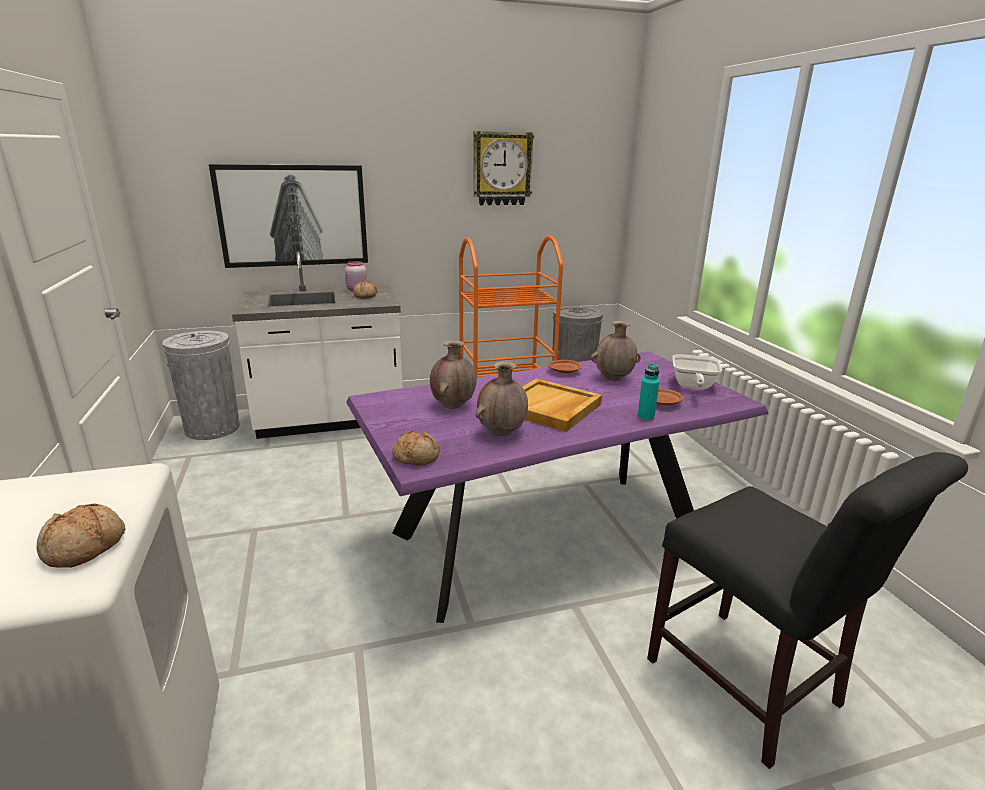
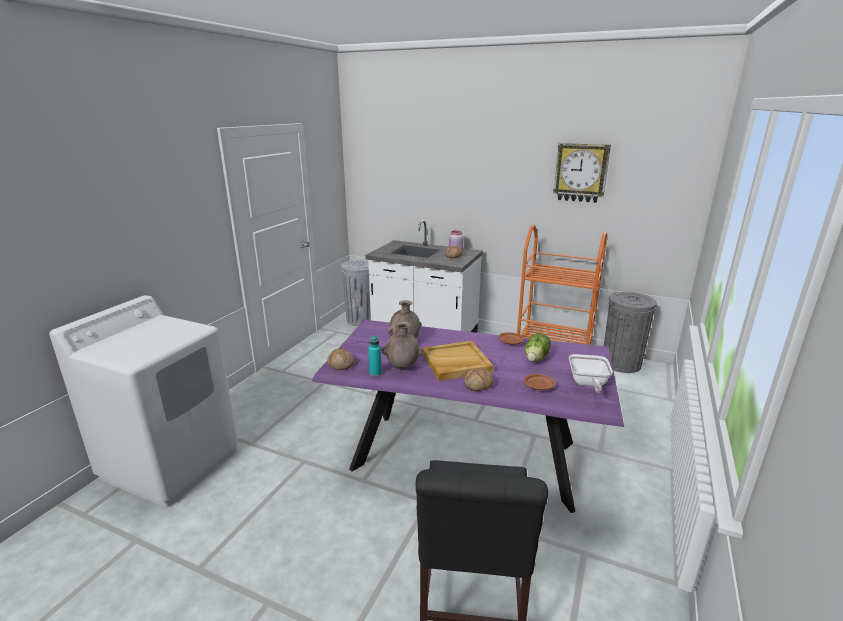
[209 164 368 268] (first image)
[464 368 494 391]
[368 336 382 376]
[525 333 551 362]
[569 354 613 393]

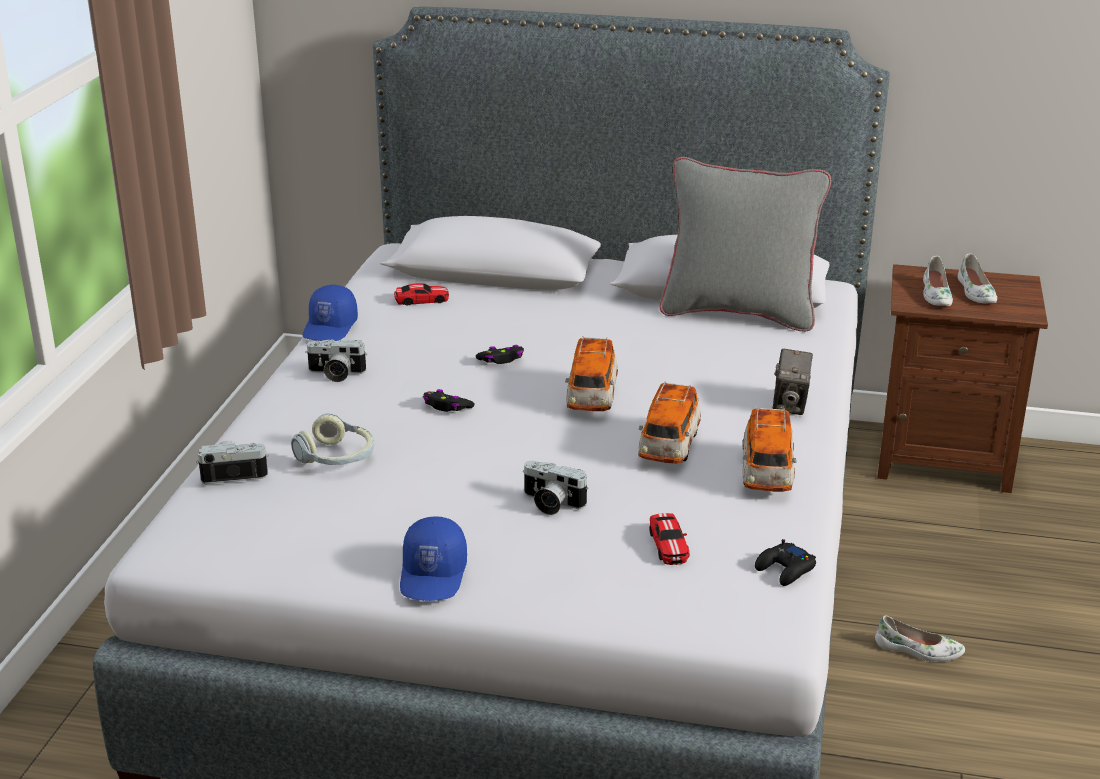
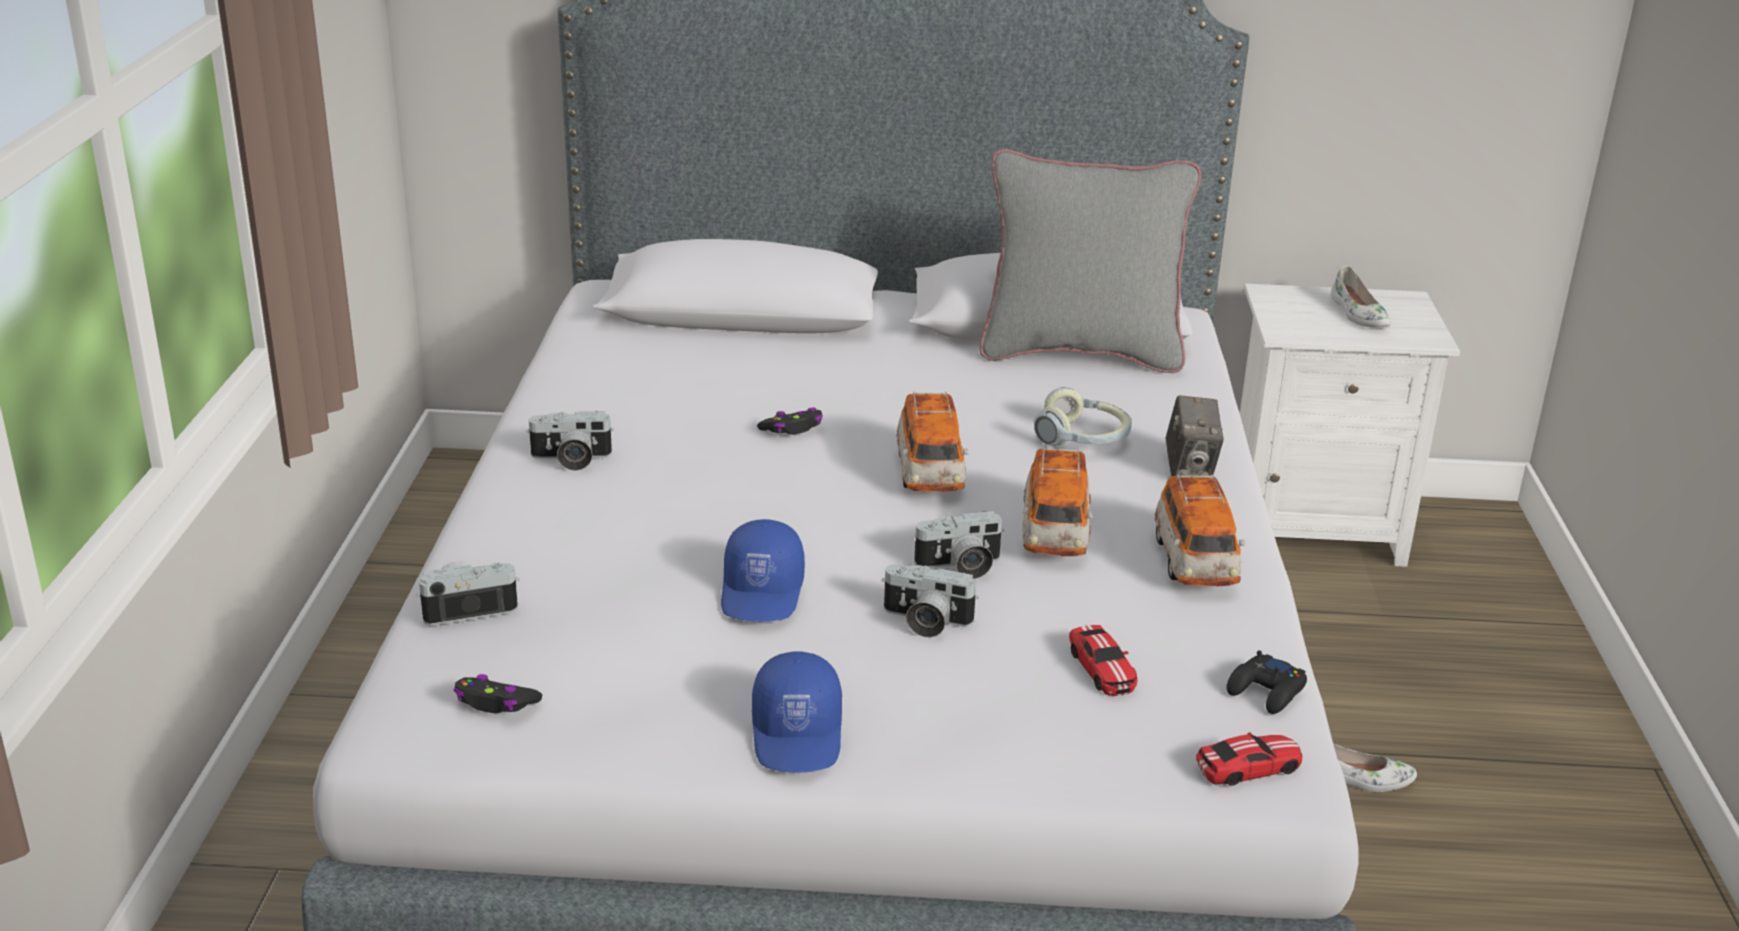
[923 256 953 306] (first image)
[912 511 1004 579]
[1034 387 1132 446]
[721 519 805 622]
[1196 732 1303 786]
[453 674 543 713]
[1240 284 1460 567]

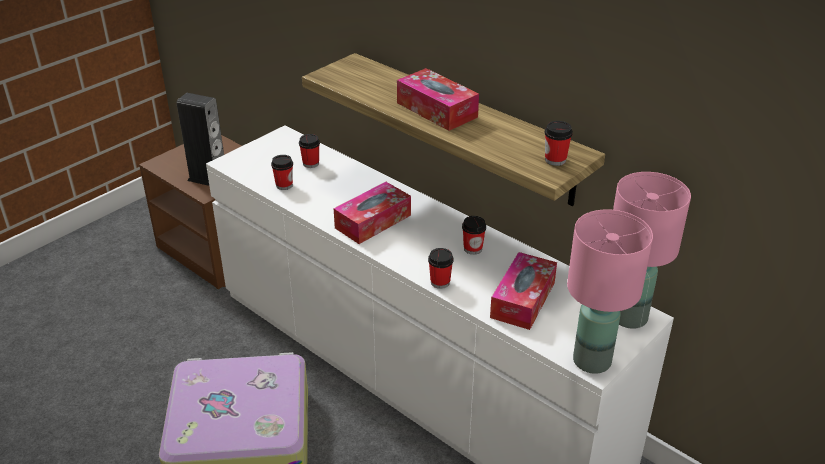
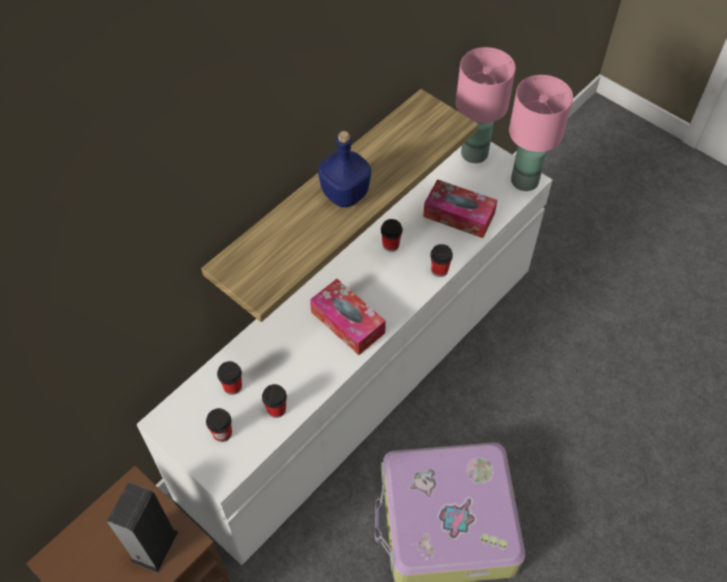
[206 408 232 442]
[318 131 371 208]

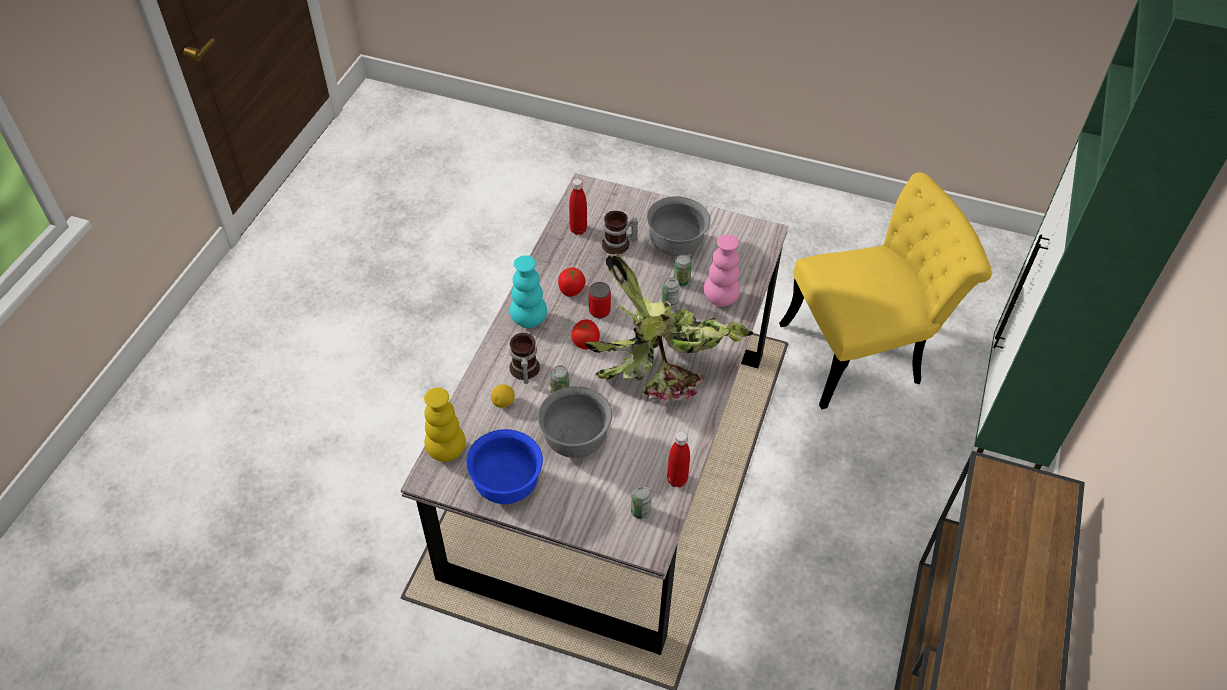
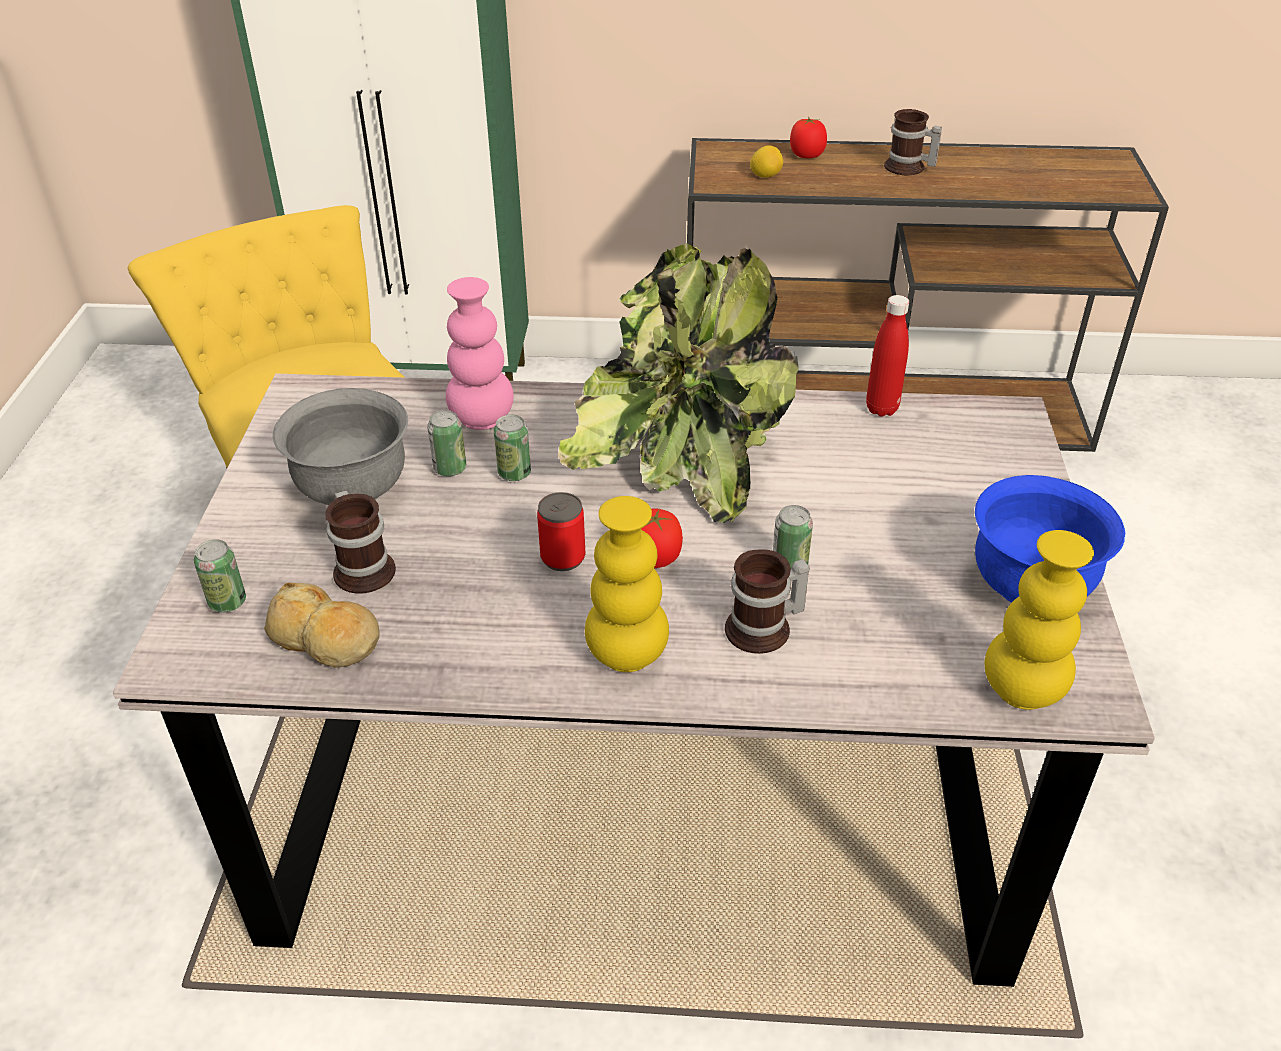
[538 386 612 458] (first image)
[884 109 942 175]
[750 146 783 178]
[790 117 827 158]
[194 539 246 613]
[264 583 379 668]
[585 496 669 672]

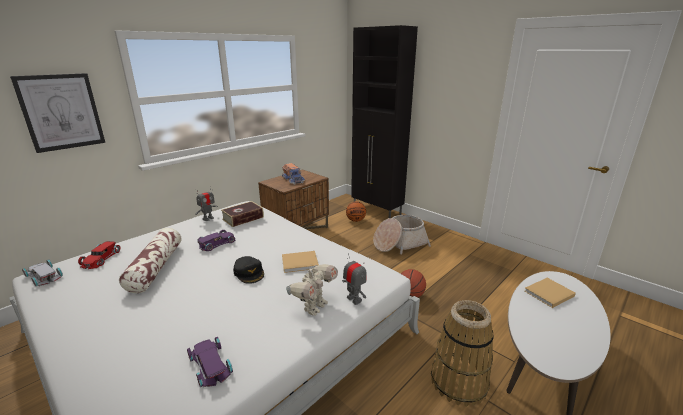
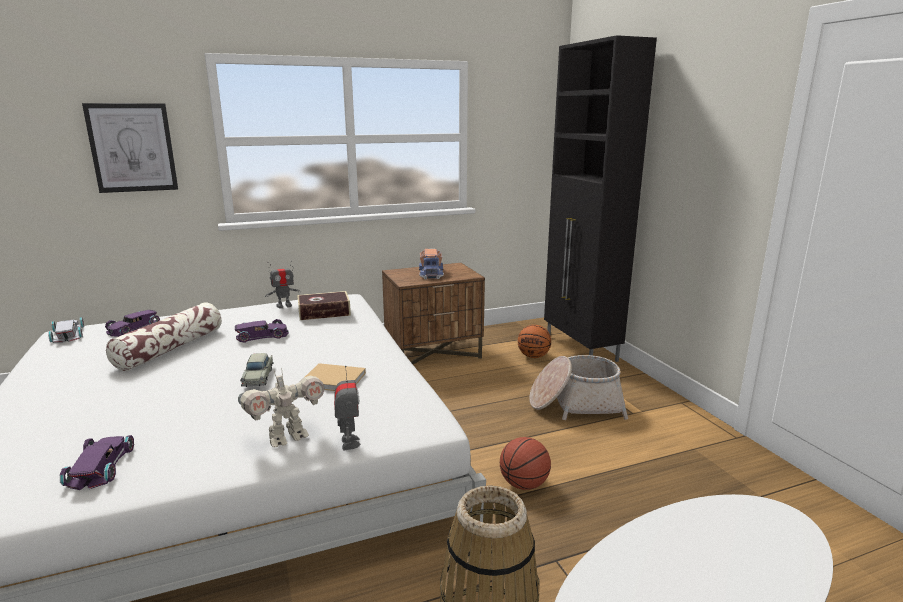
[524 278 576 308] (first image)
[240 353 274 387]
[105 310 160 337]

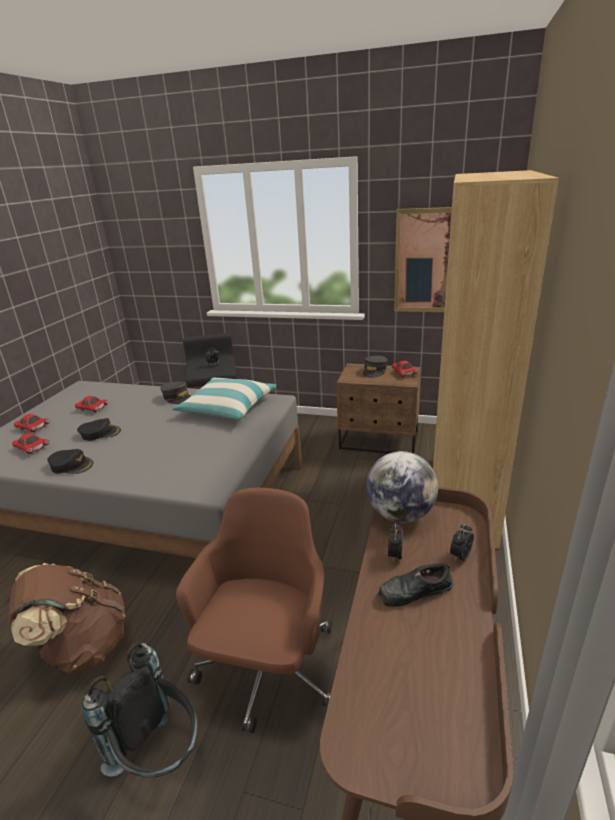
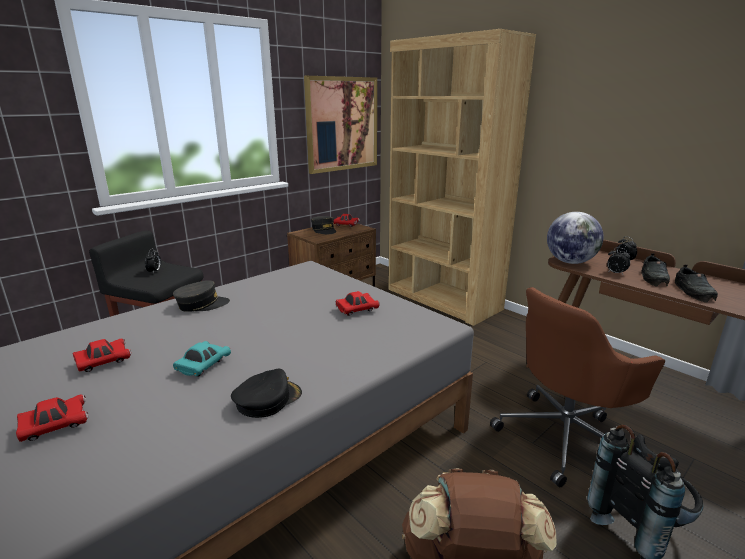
[173 377 276 420] (first image)
[675 264 718 303]
[336 291 380 316]
[173 341 231 377]
[490 287 665 488]

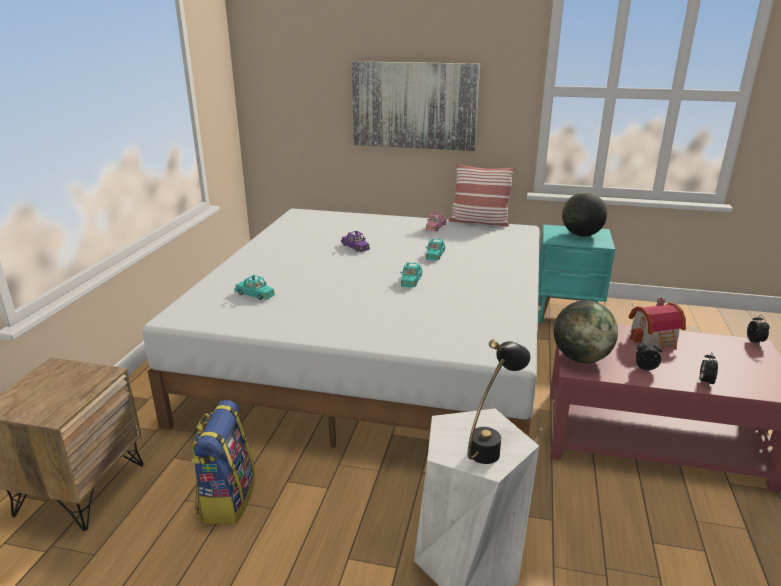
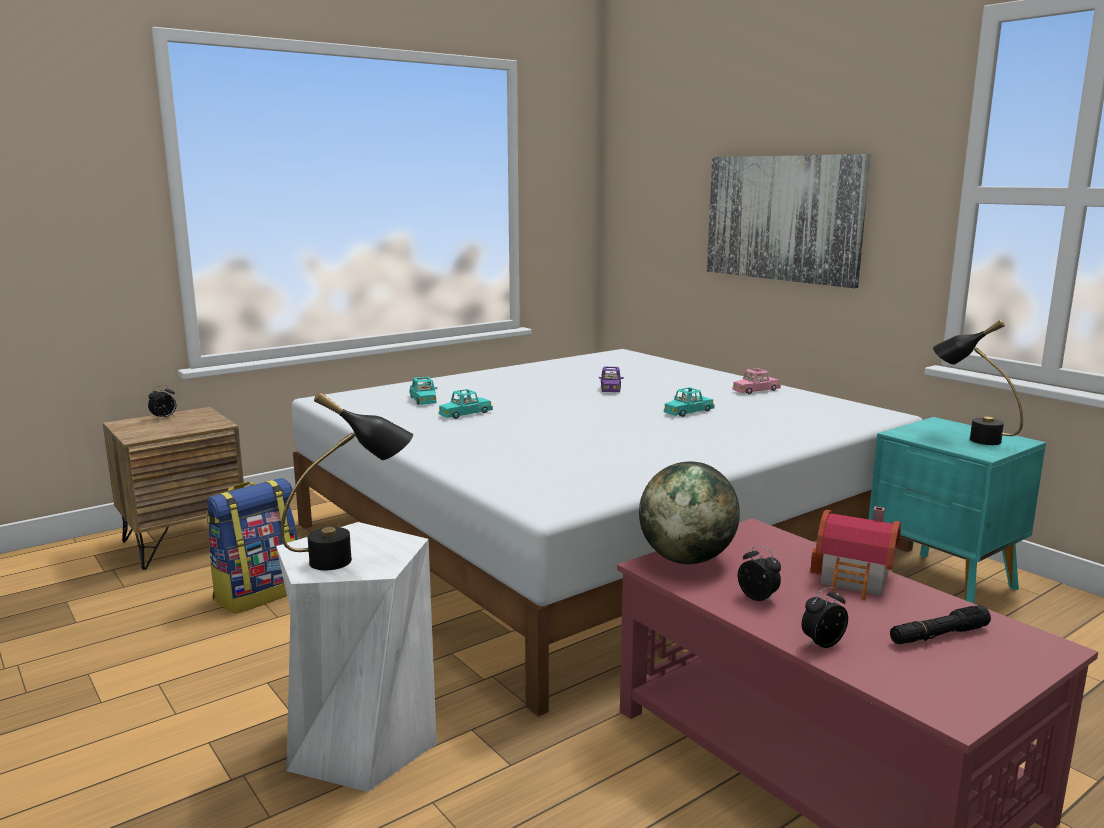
[449 163 516 227] (first image)
[890 605 991 644]
[439 389 493 419]
[148 385 176 419]
[933 320 1023 445]

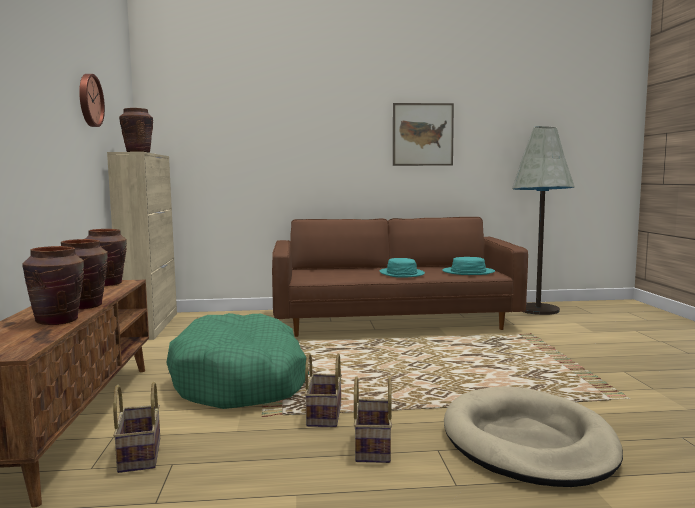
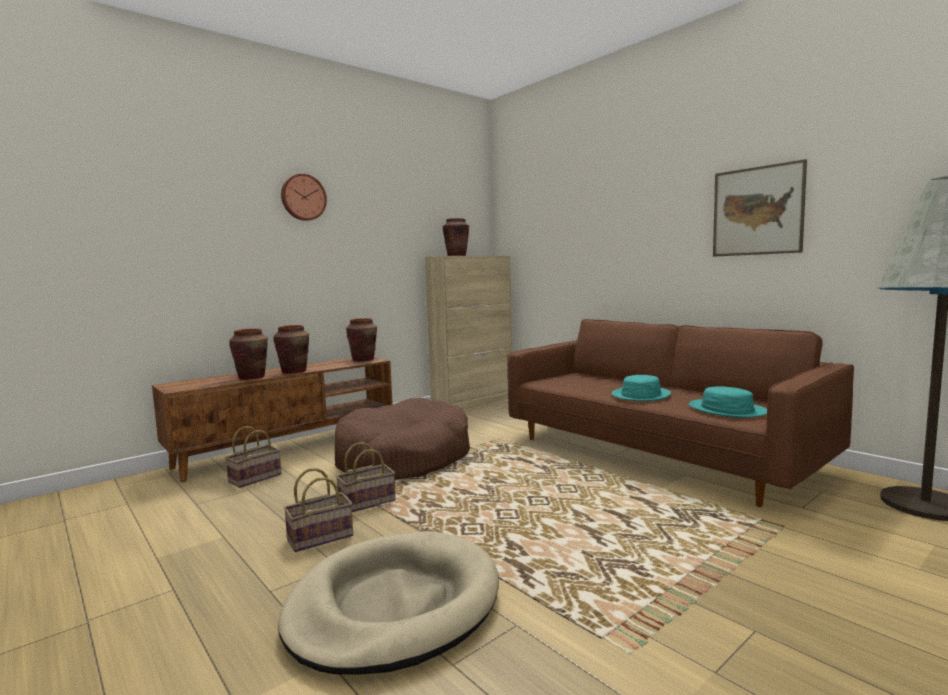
[281 174 327 221]
[335 398 470 480]

